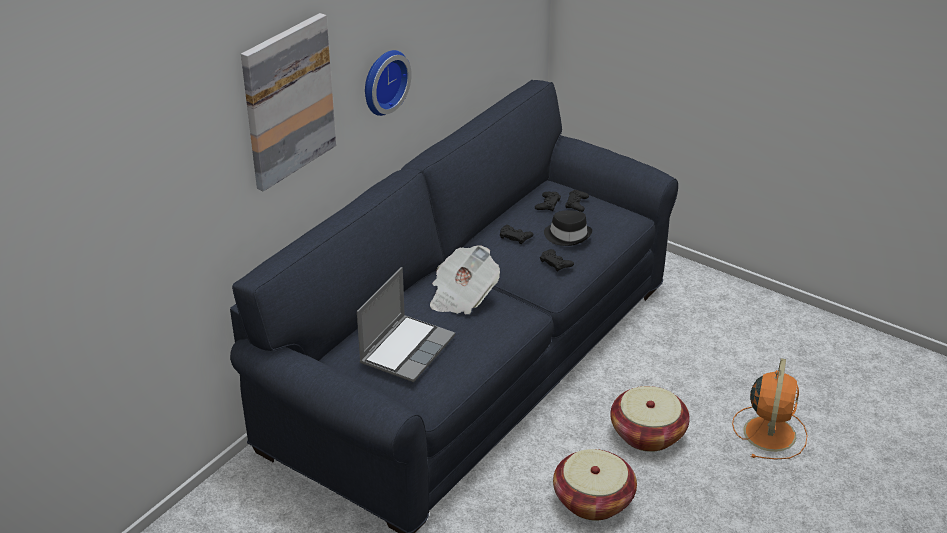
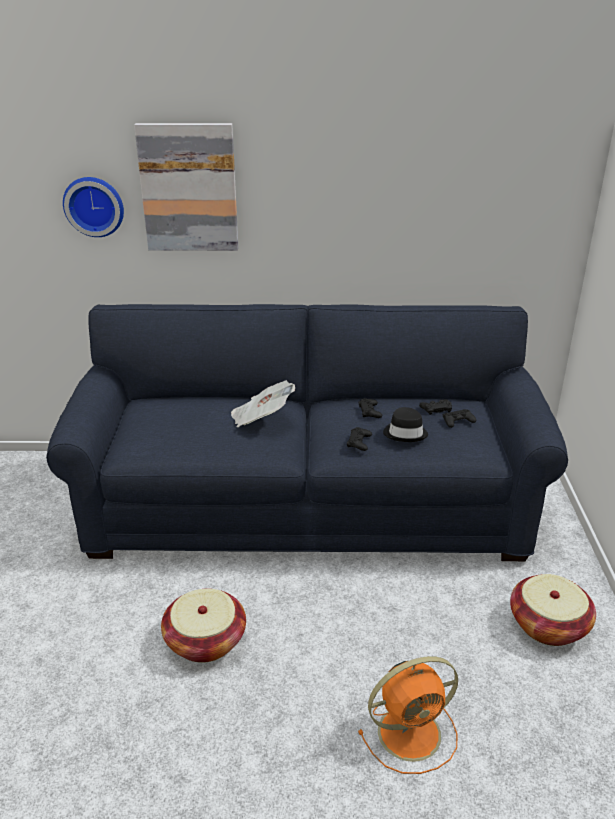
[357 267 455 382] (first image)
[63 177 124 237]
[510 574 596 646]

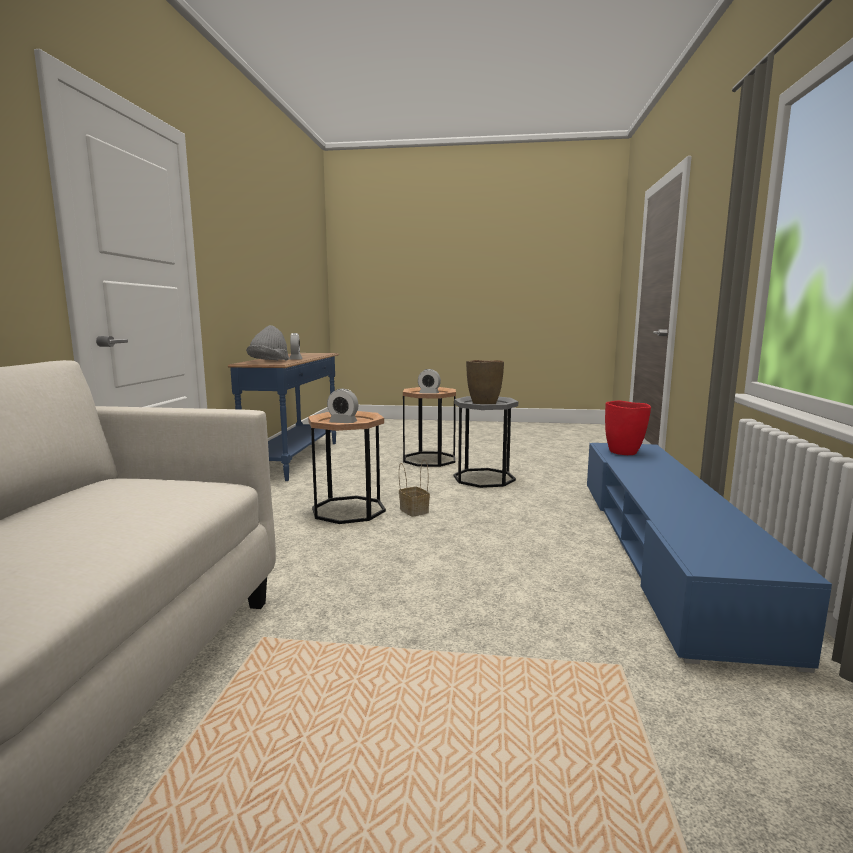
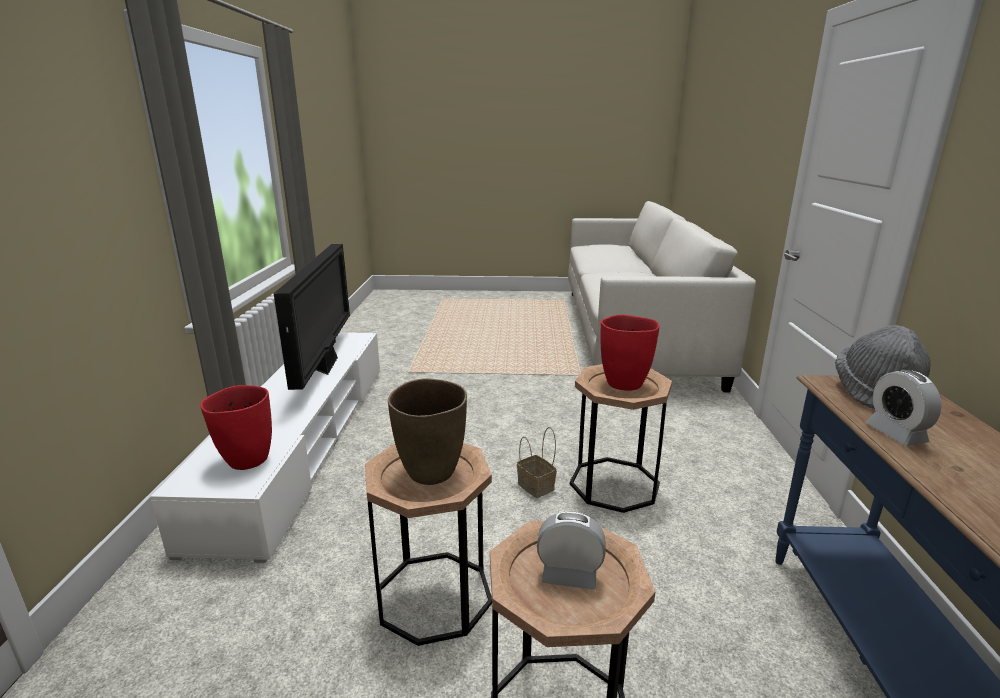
[274 244 350 390]
[600 315 659 391]
[365 443 492 646]
[150 332 380 563]

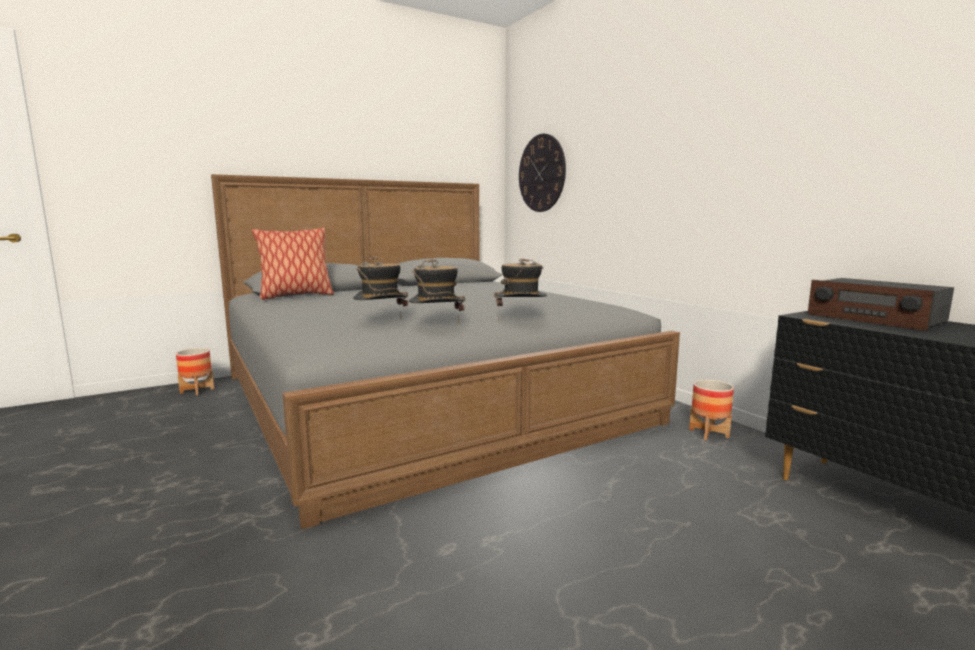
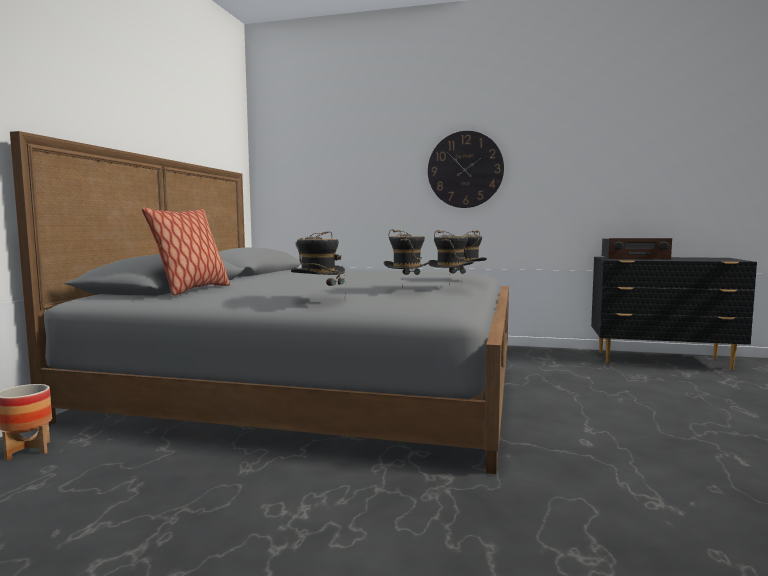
[689 380 734 440] (first image)
[291 231 345 286]
[428 131 504 208]

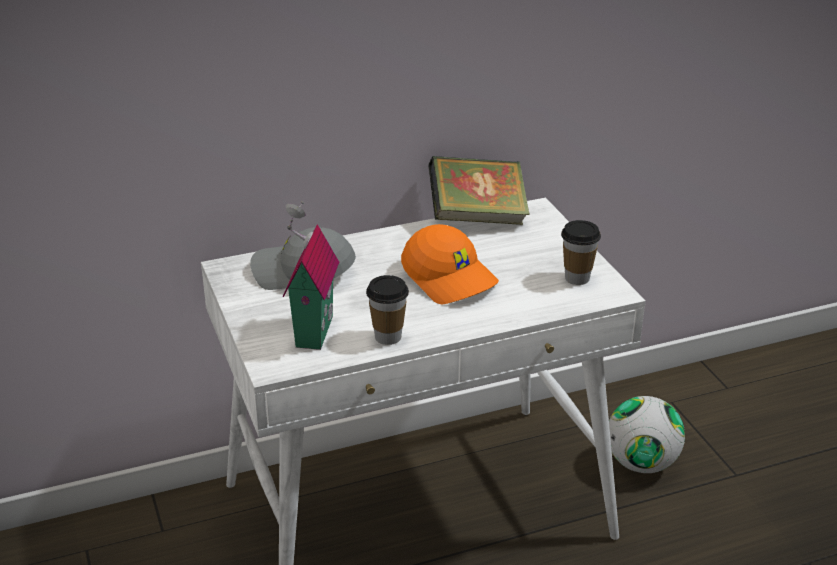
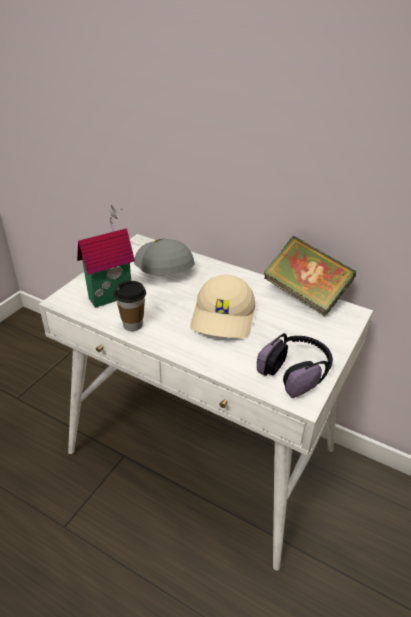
[609 396 685 473] (first image)
[257 333 333 398]
[190 274 255 338]

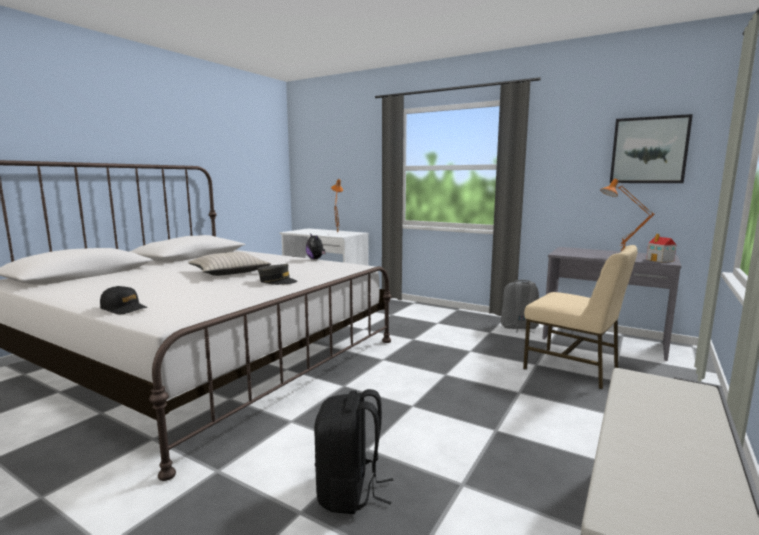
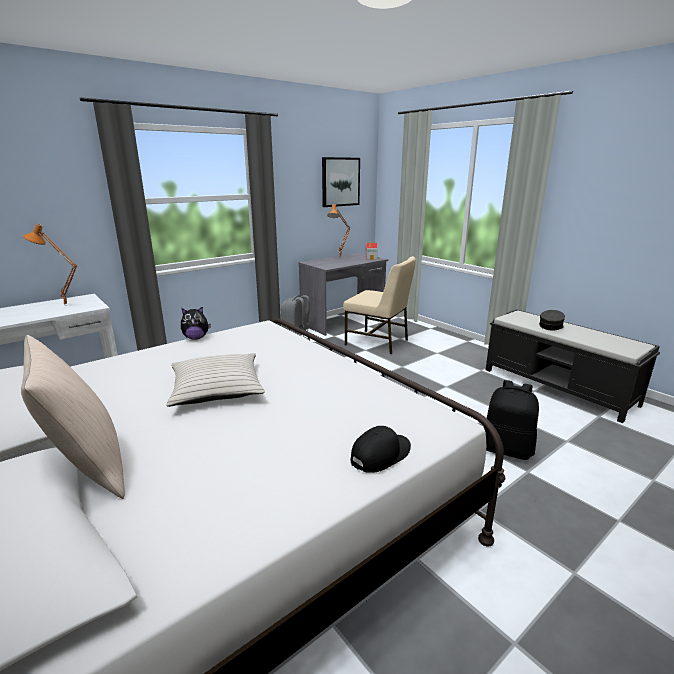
[21 335 125 499]
[539 310 565 331]
[343 256 416 354]

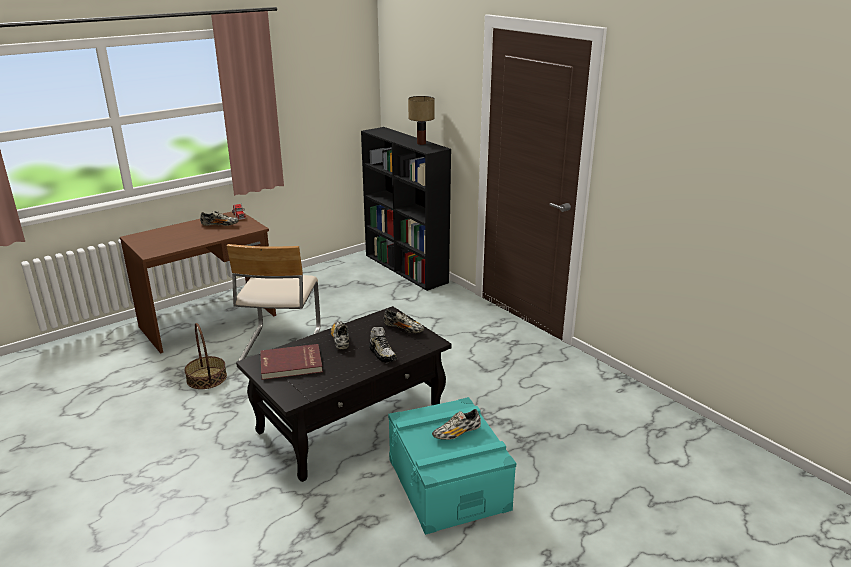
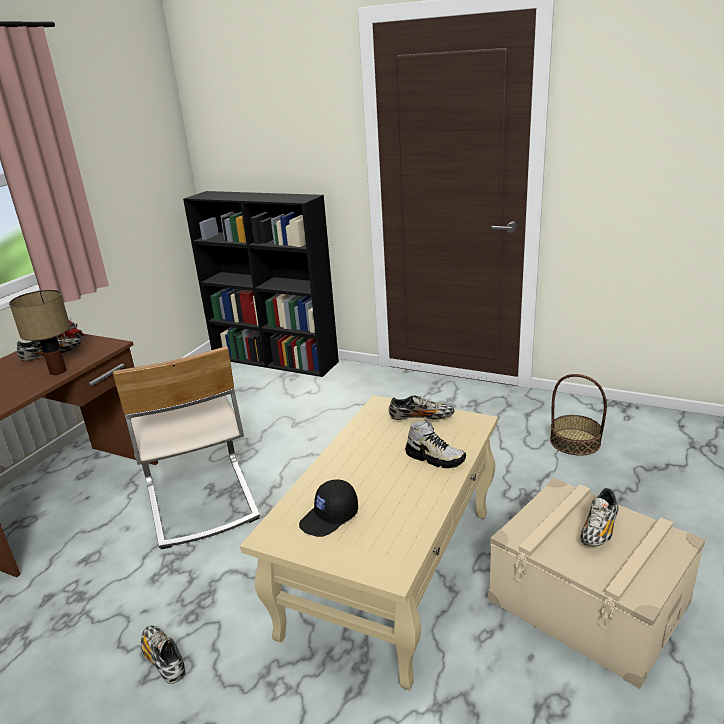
[550 374 607 456]
[141 626 185 684]
[9 290 70 375]
[299 479 358 537]
[240 395 498 690]
[488 478 706 689]

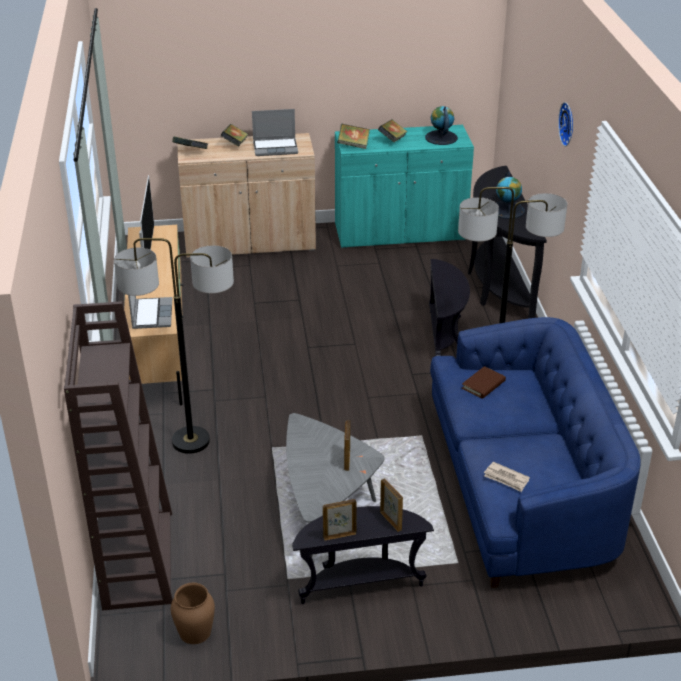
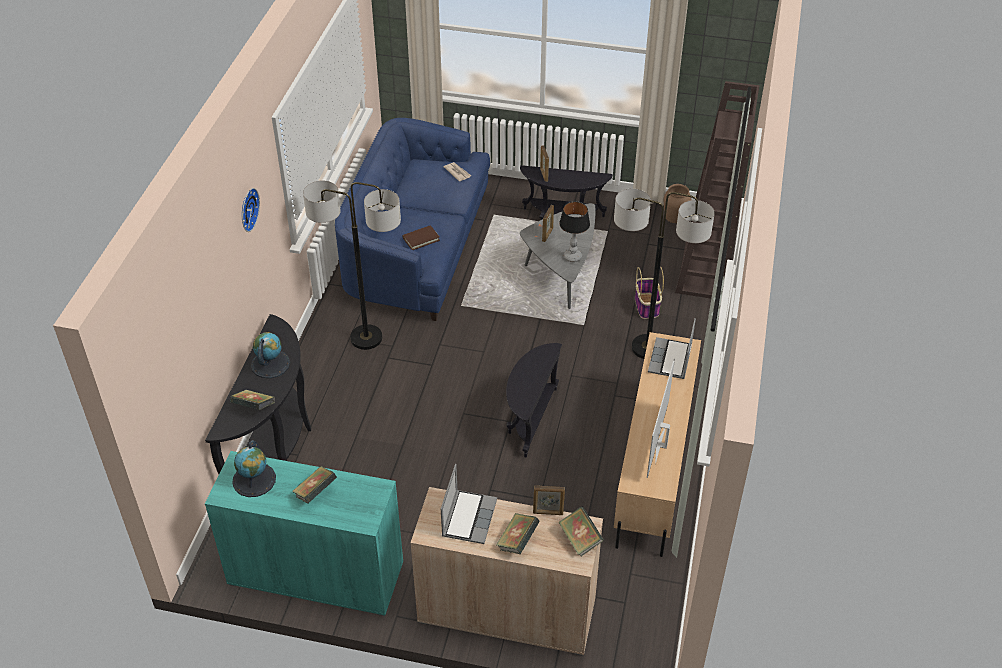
[559 202 590 262]
[635 266 664 319]
[533 485 565 515]
[230 390 275 410]
[506 343 562 458]
[441 464 497 544]

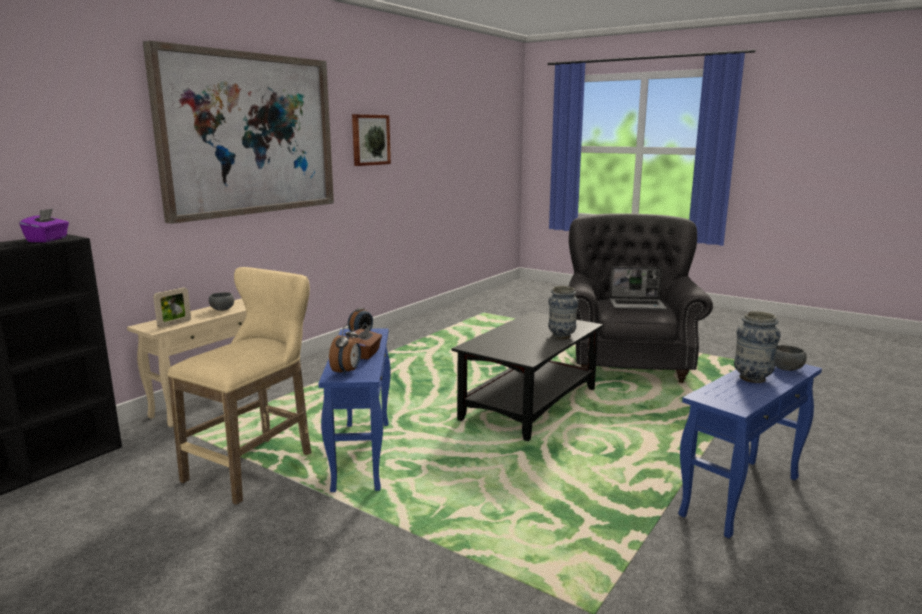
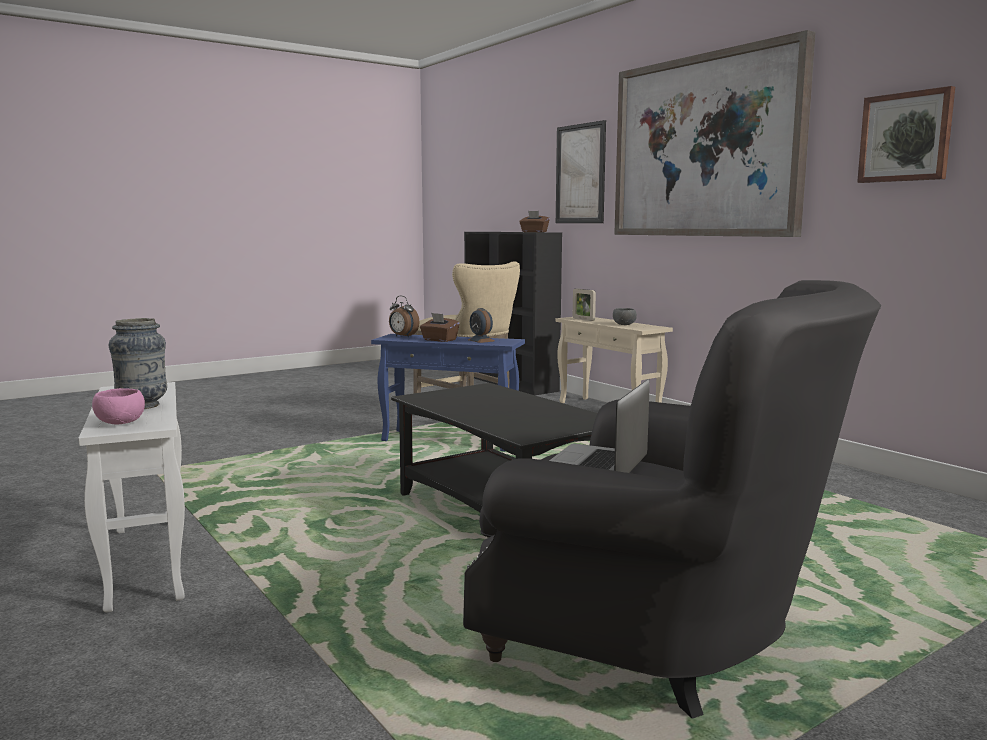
[548 286 578 339] (first image)
[556 120 606 223]
[519 211 550 232]
[79 382 185 613]
[92 388 145 424]

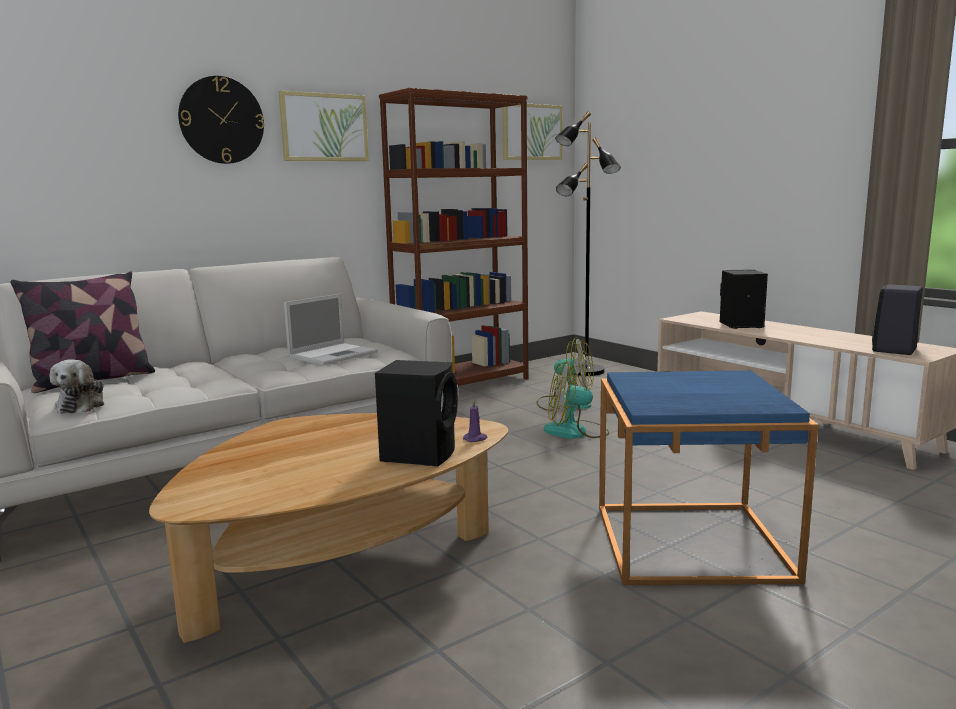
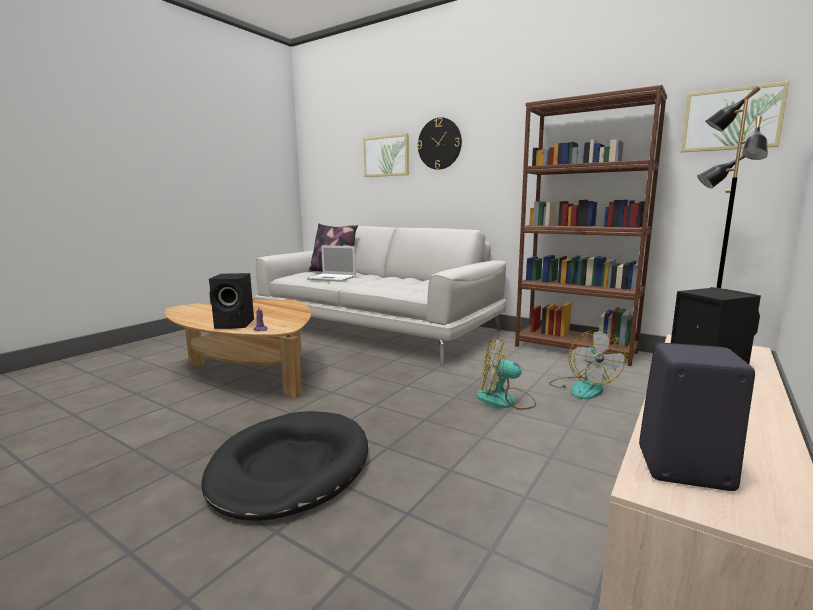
[50 359 104 414] (first image)
[363 134 409 177]
[307 245 356 282]
[201 411 368 521]
[476 337 536 410]

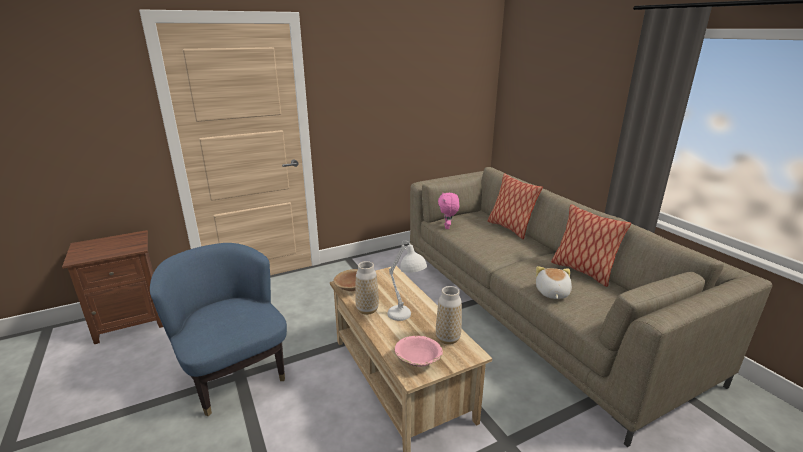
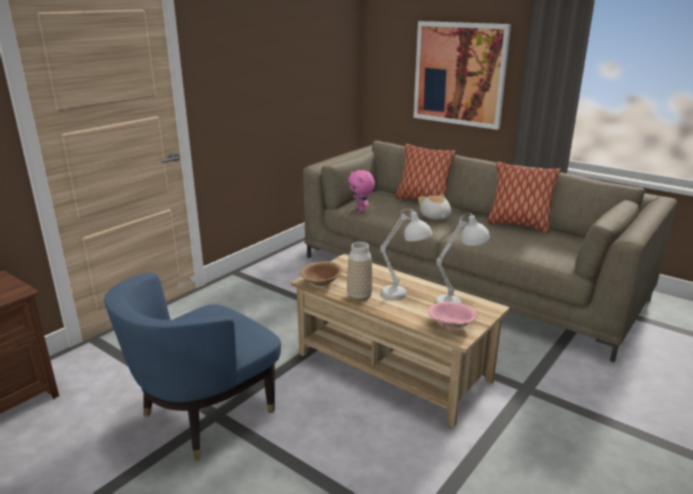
[414 21 511 130]
[418 195 451 220]
[435 213 490 304]
[104 273 281 461]

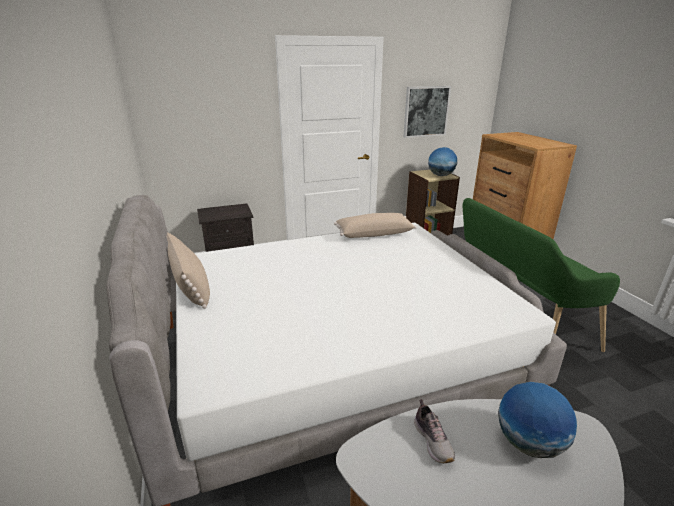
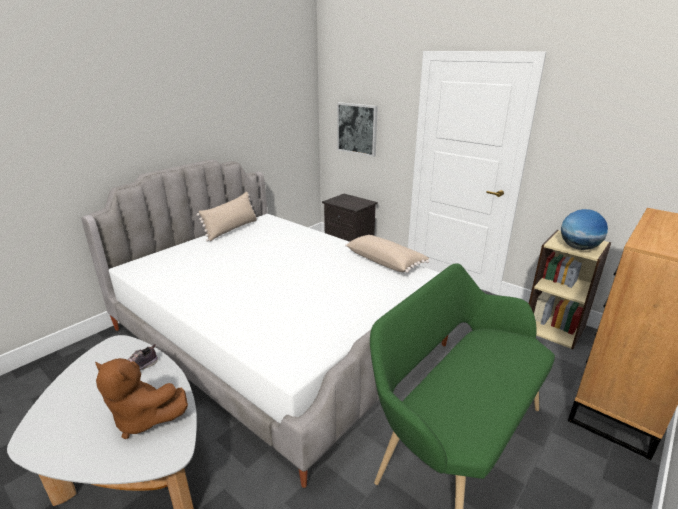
[337 102 378 157]
[95 358 188 439]

